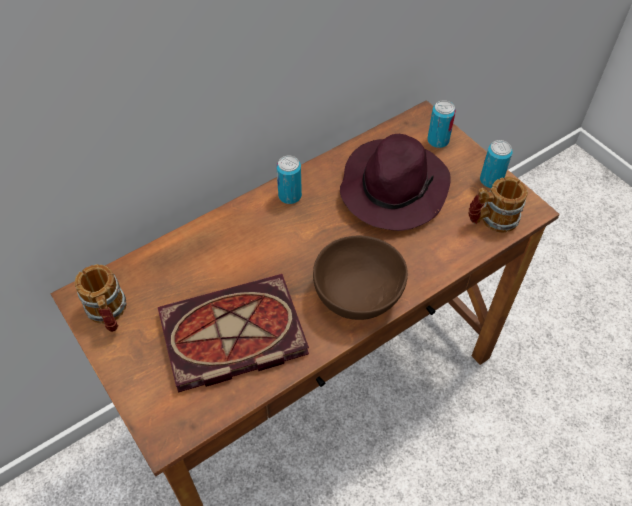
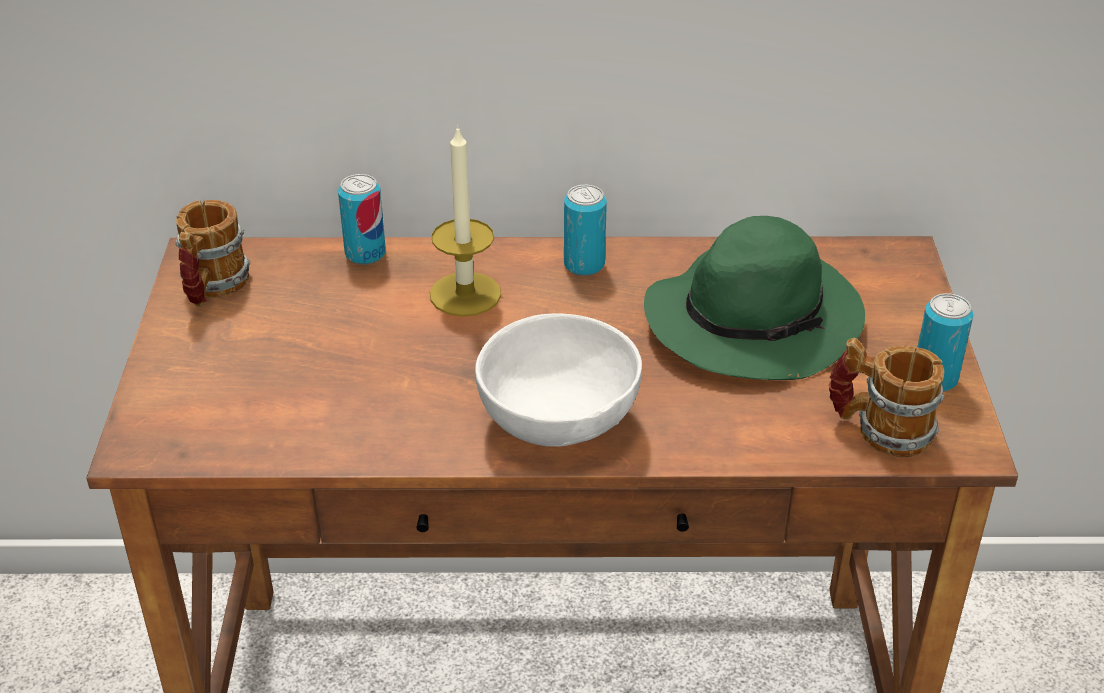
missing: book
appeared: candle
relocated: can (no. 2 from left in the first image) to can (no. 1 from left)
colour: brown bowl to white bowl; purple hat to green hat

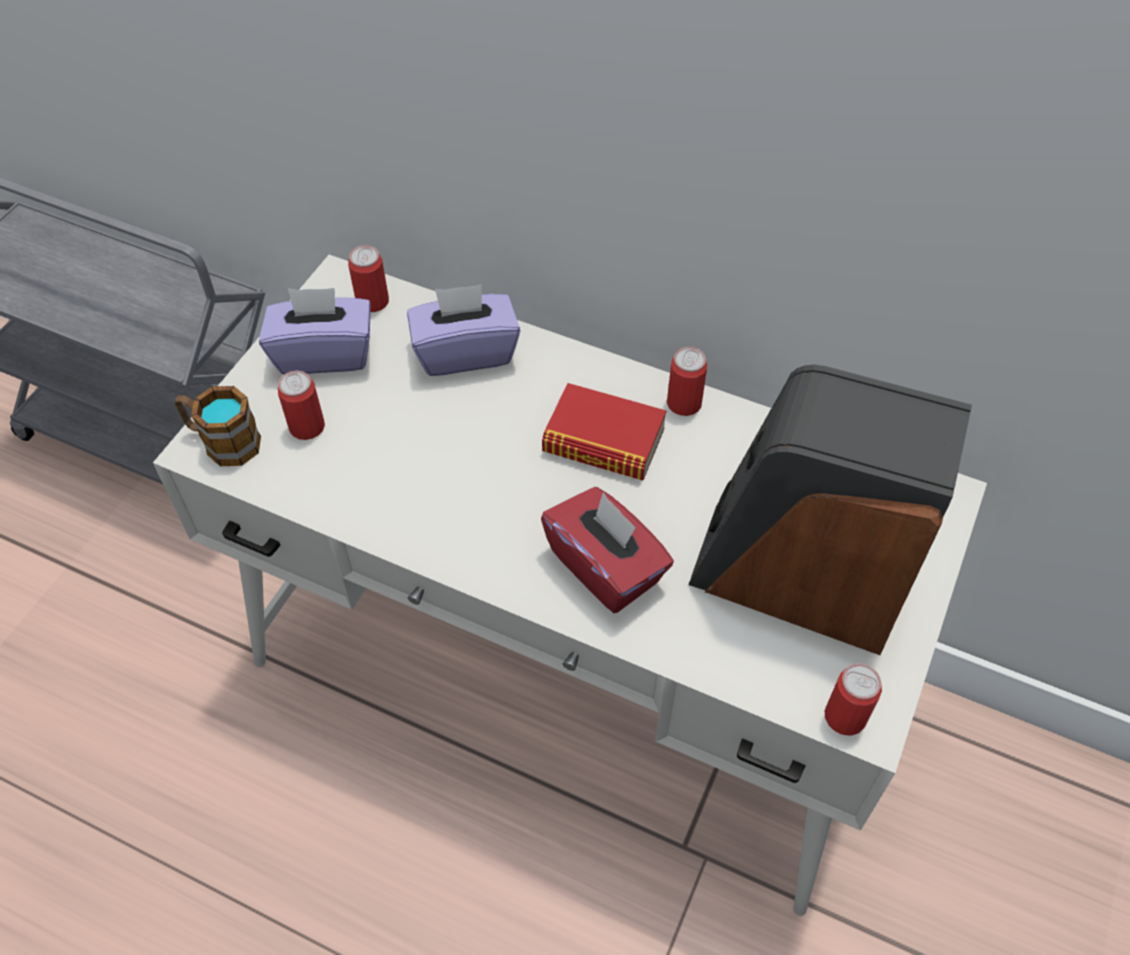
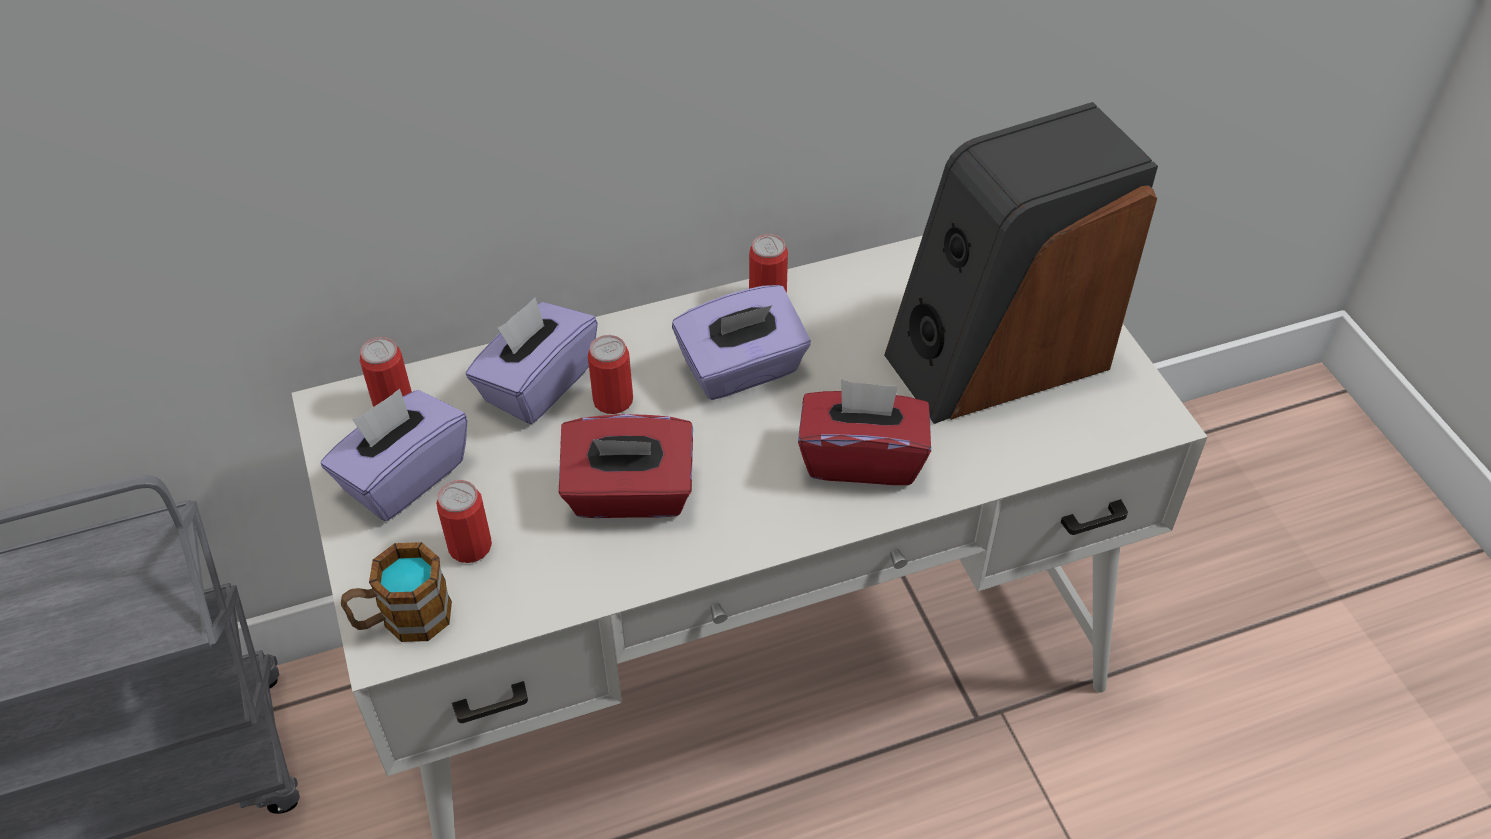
appeared: red tissue box (no. 1 from left)
relocated: can (no. 4 from left in the first image) to can (no. 3 from left)
exchanged: book to purple tissue box (no. 3 from left)

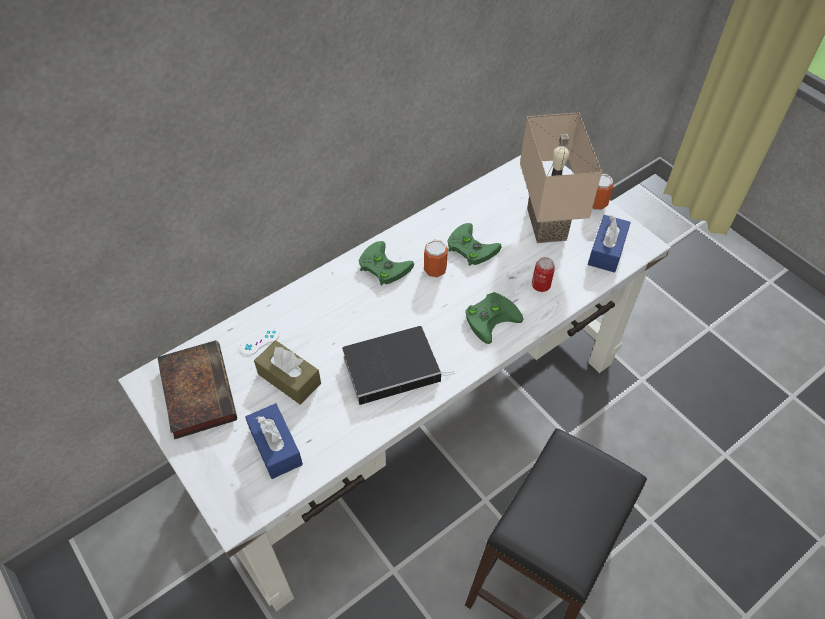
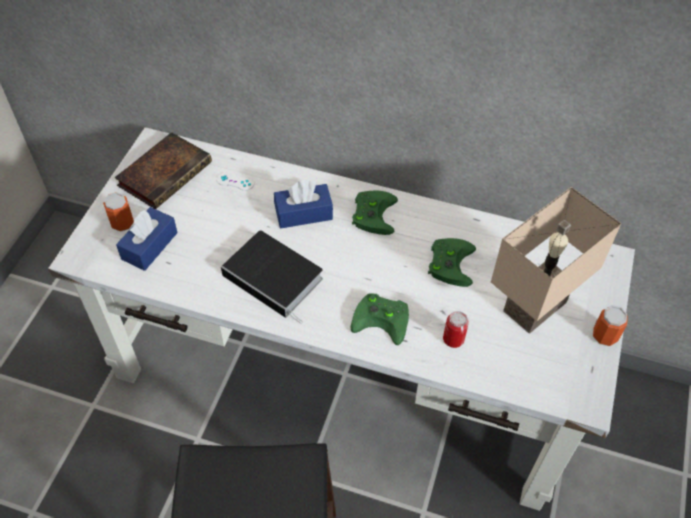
missing: brown tissue box
relocated: can (no. 1 from left); blue tissue box (no. 2 from left)

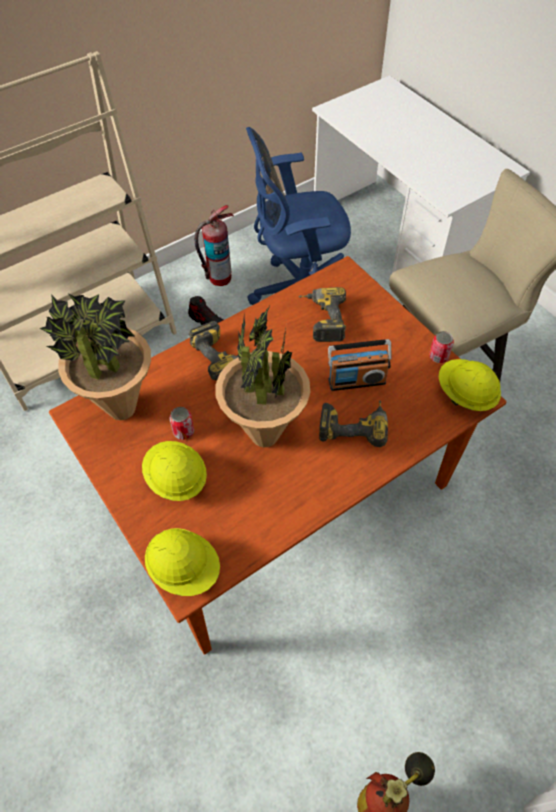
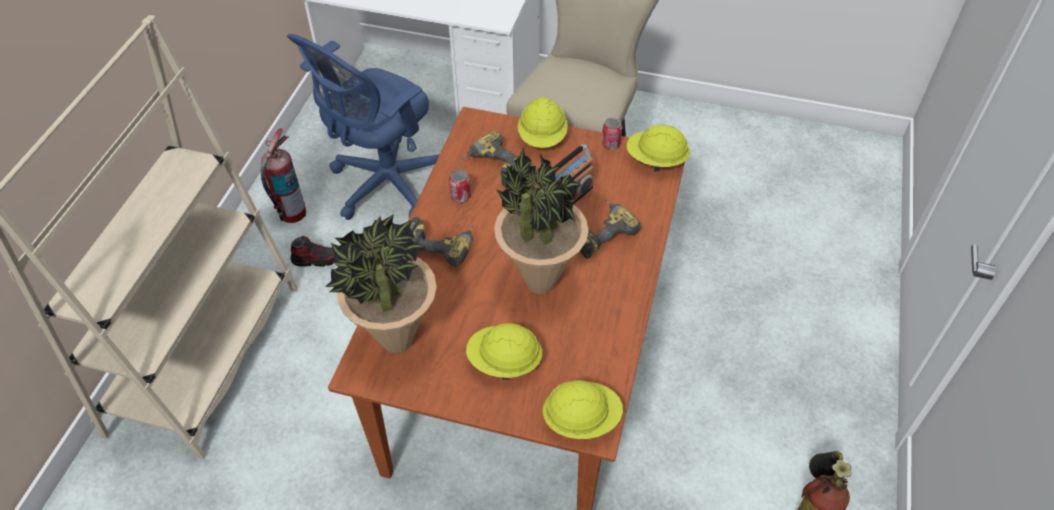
appeared: yellow hard hat (no. 2 from left)
relocated: can (no. 1 from left)

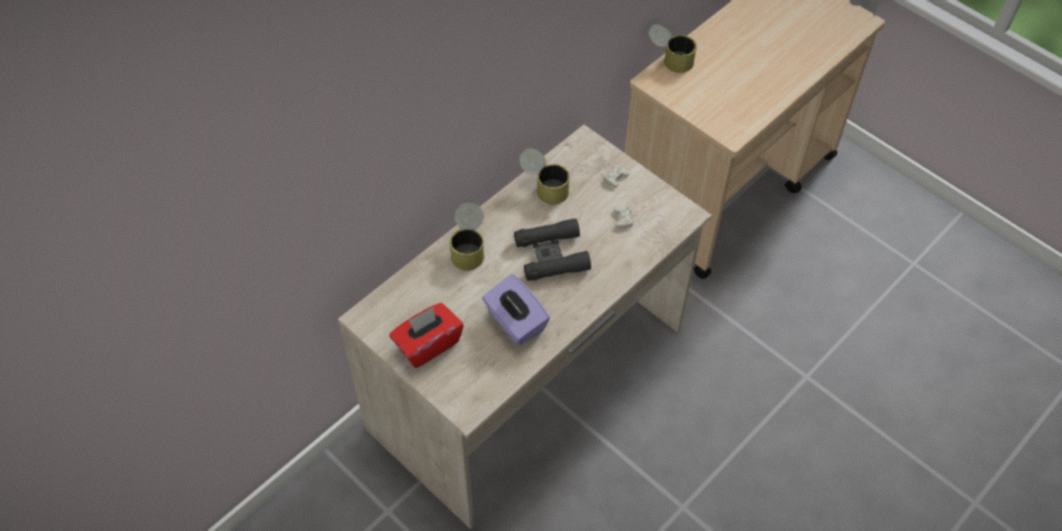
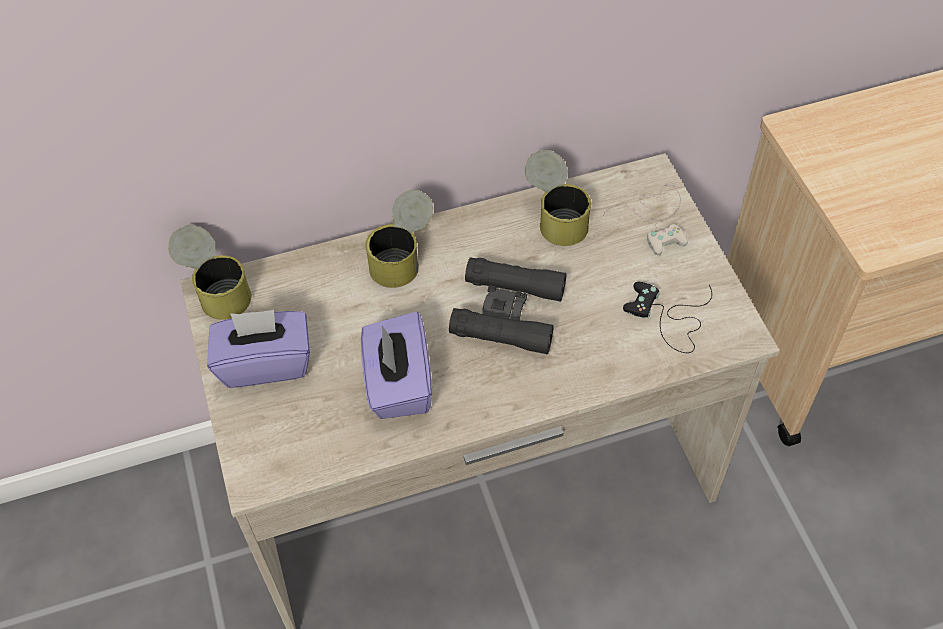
relocated: can (no. 3 from left in the first image) to can (no. 1 from left)
colour: red tissue box to purple tissue box (no. 1 from left); white game controller (no. 2 from left) to black game controller

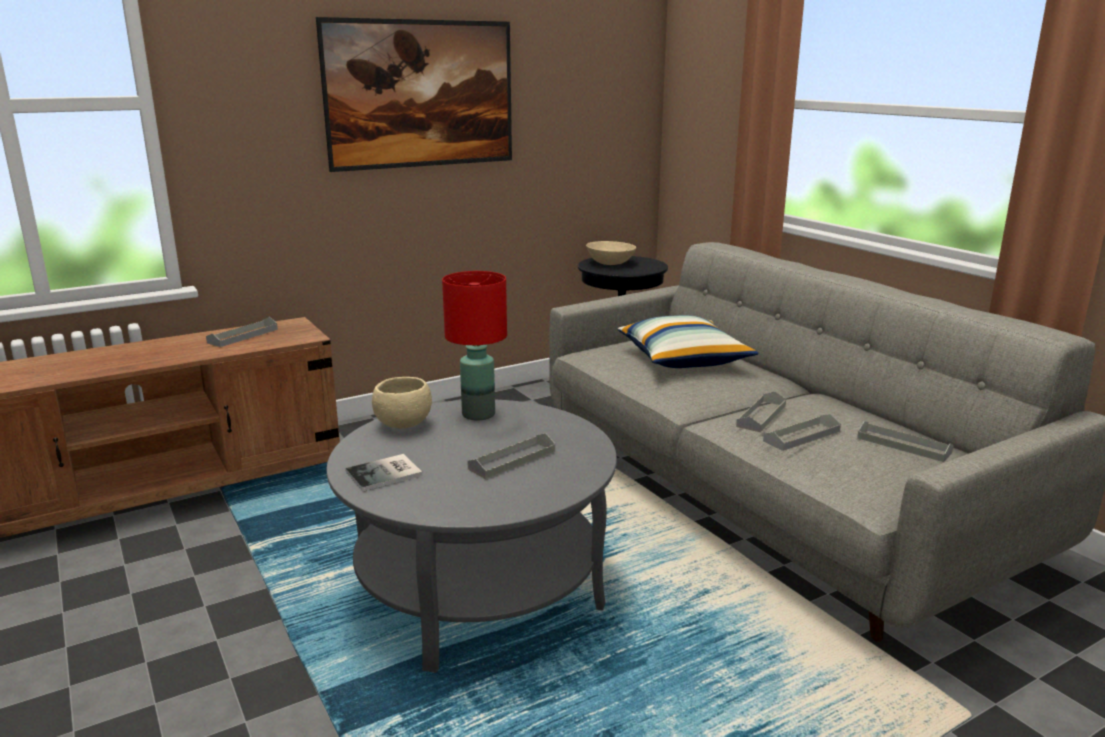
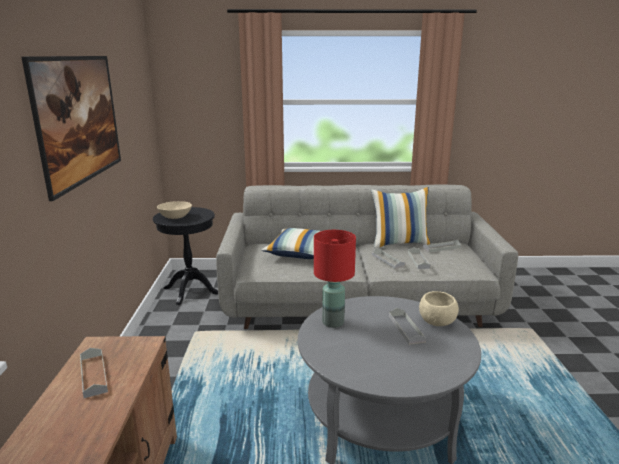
missing: book
appeared: pillow (no. 2 from left)
relocated: beige bowl (no. 1 from left in the first image) to beige bowl (no. 2 from left)

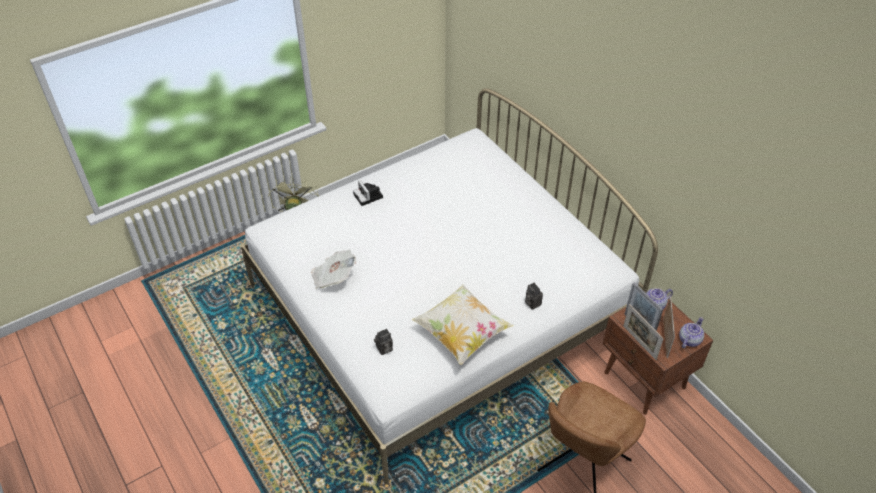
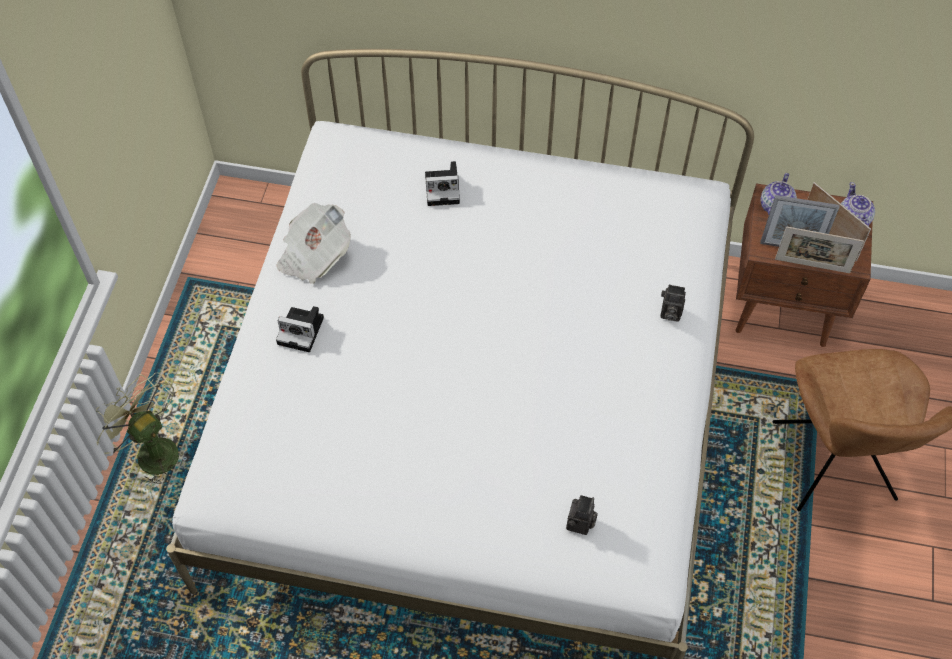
missing: pillow
appeared: photo camera (no. 2 from left)
relocated: newspaper

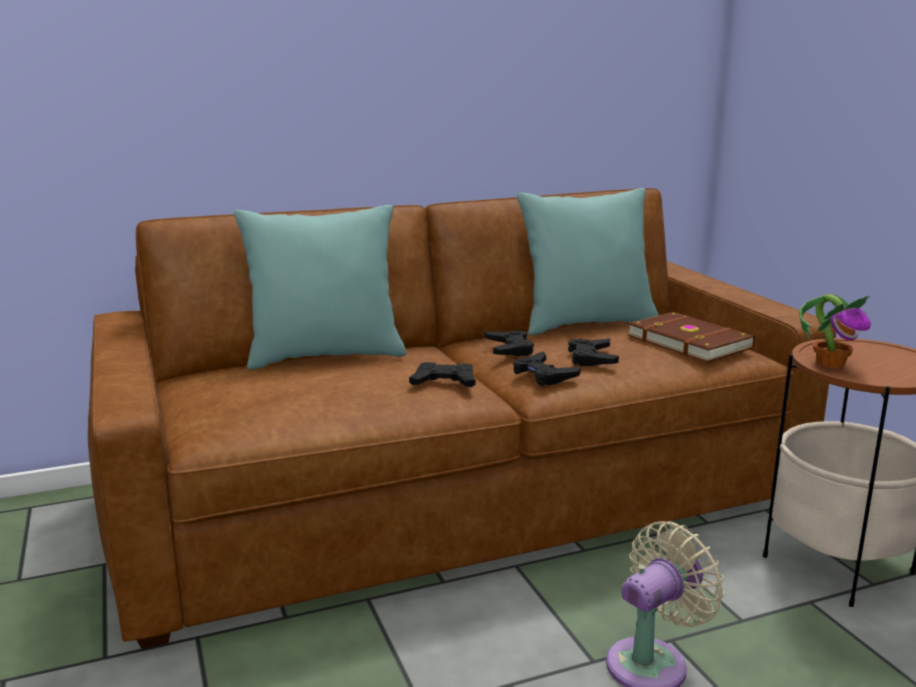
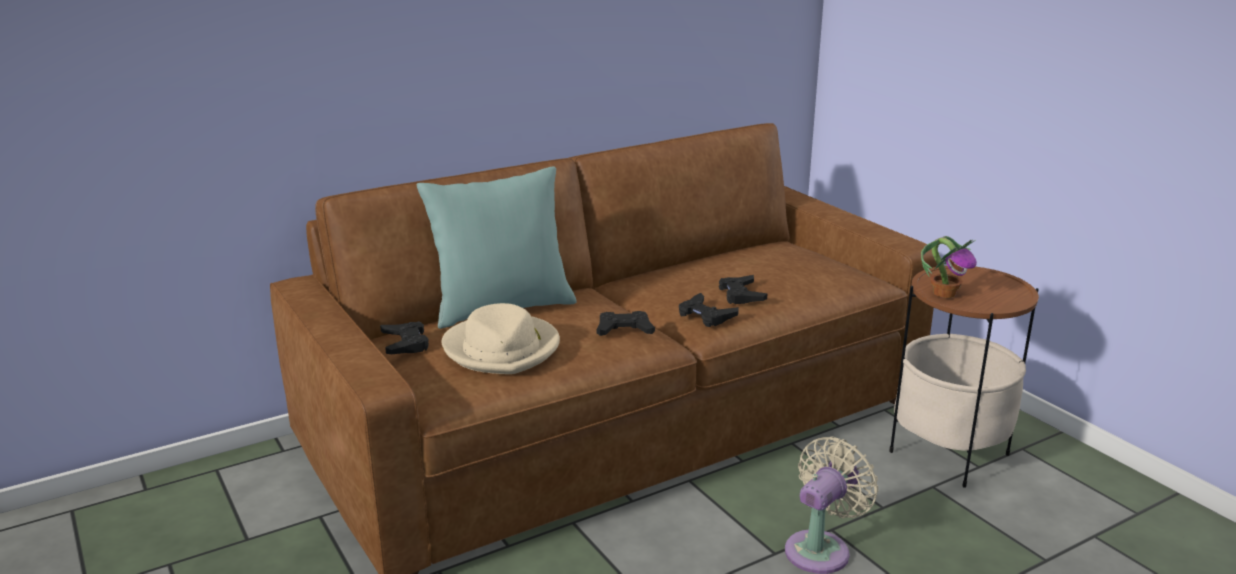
missing: turquoise pillow (no. 2 from left); brown book
appeared: beige hat
relocated: black game controller (no. 2 from left in the first image) to black game controller (no. 1 from left)

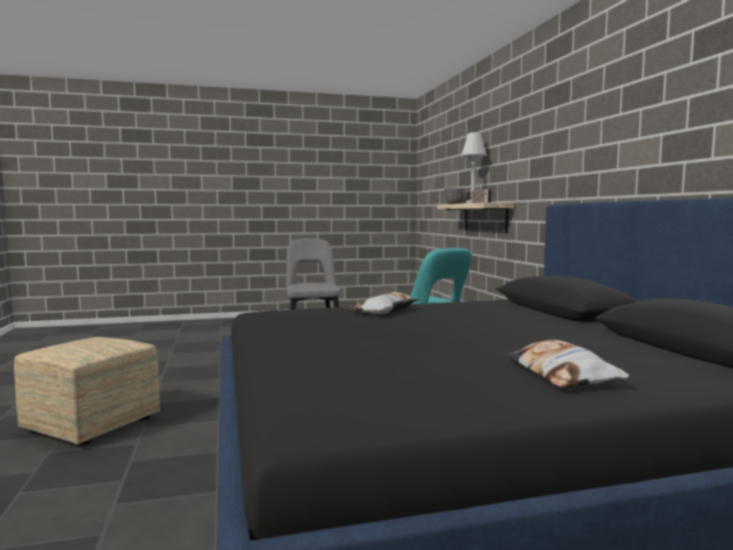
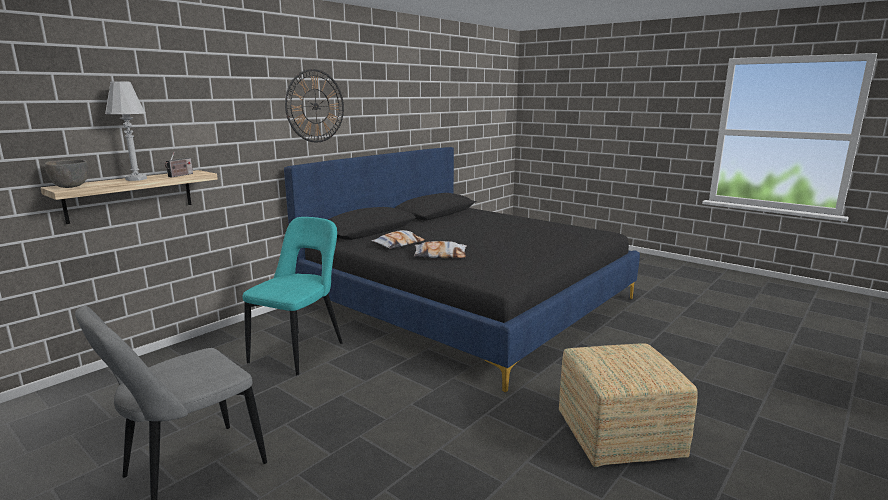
appeared: wall clock
relocated: pillow (no. 2 from left in the first image) to pillow (no. 1 from left)

